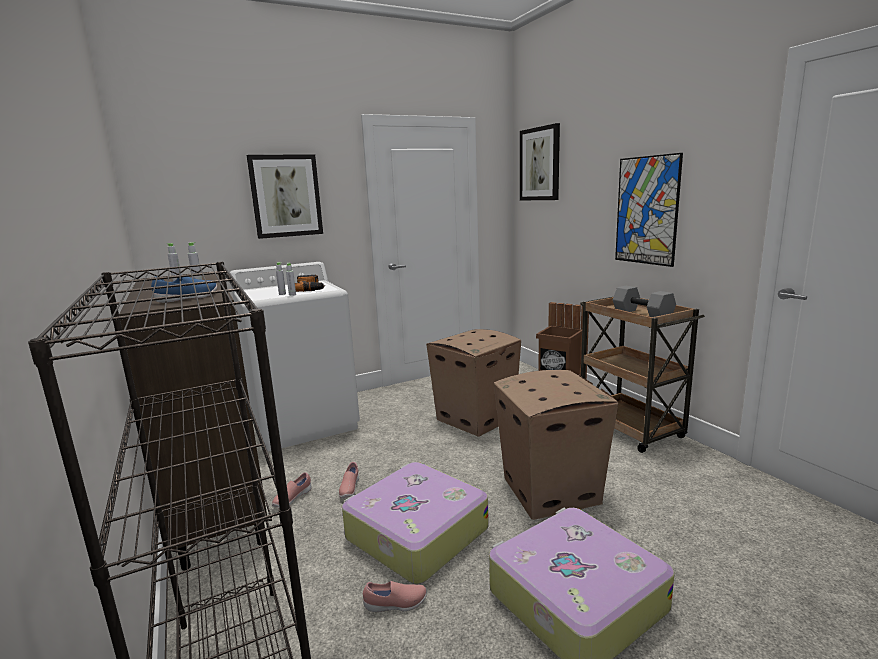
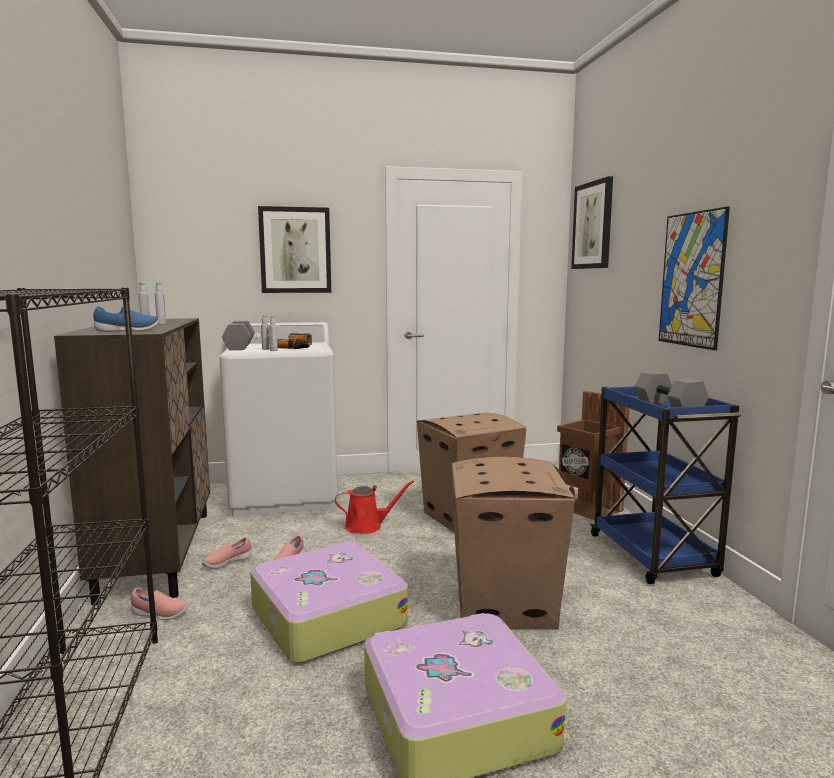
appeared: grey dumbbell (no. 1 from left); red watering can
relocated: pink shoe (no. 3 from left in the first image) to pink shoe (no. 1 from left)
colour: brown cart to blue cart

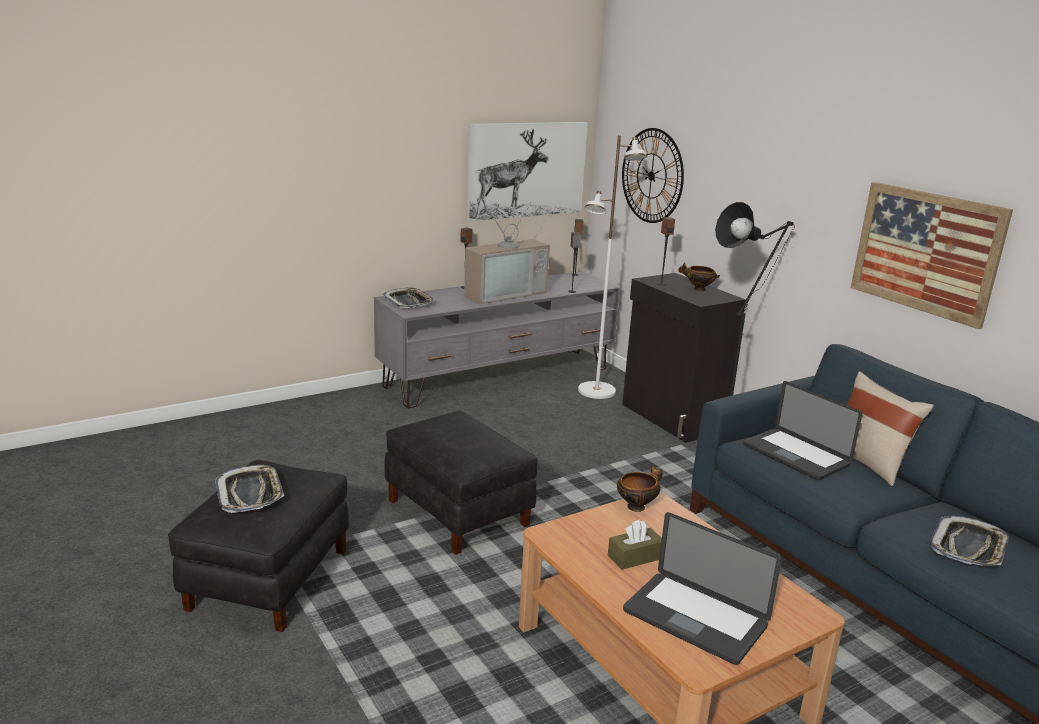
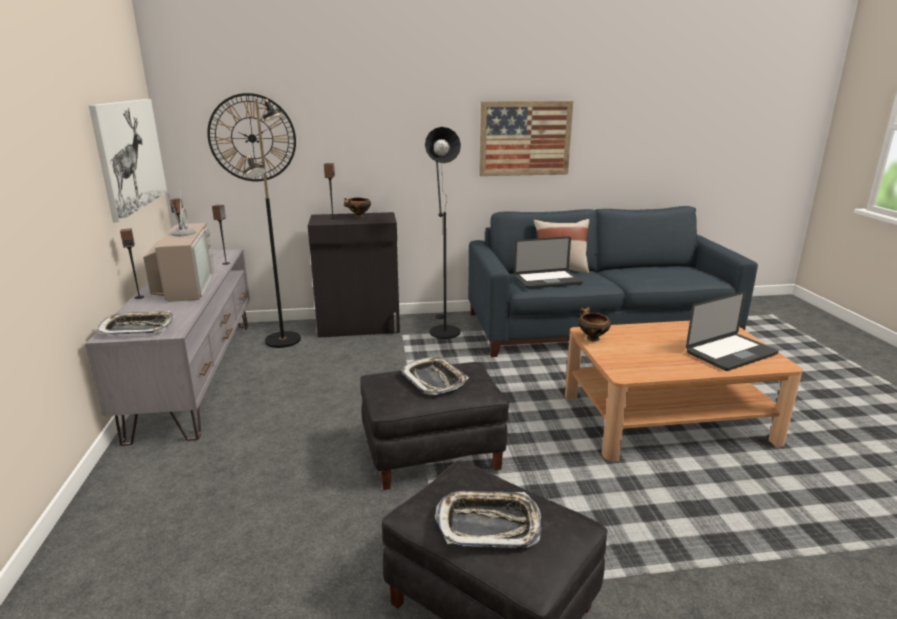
missing: brown tissue box
relocated: tray (no. 3 from left in the first image) to tray (no. 2 from left)
colour: white floor lamp to black floor lamp (no. 1 from left)

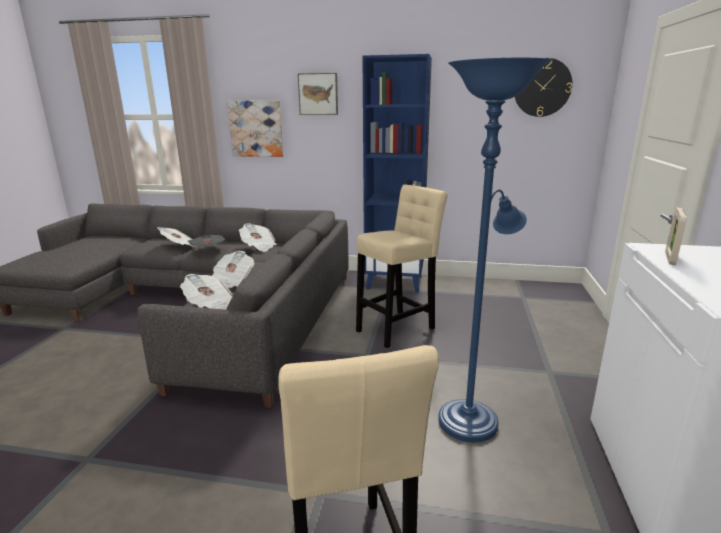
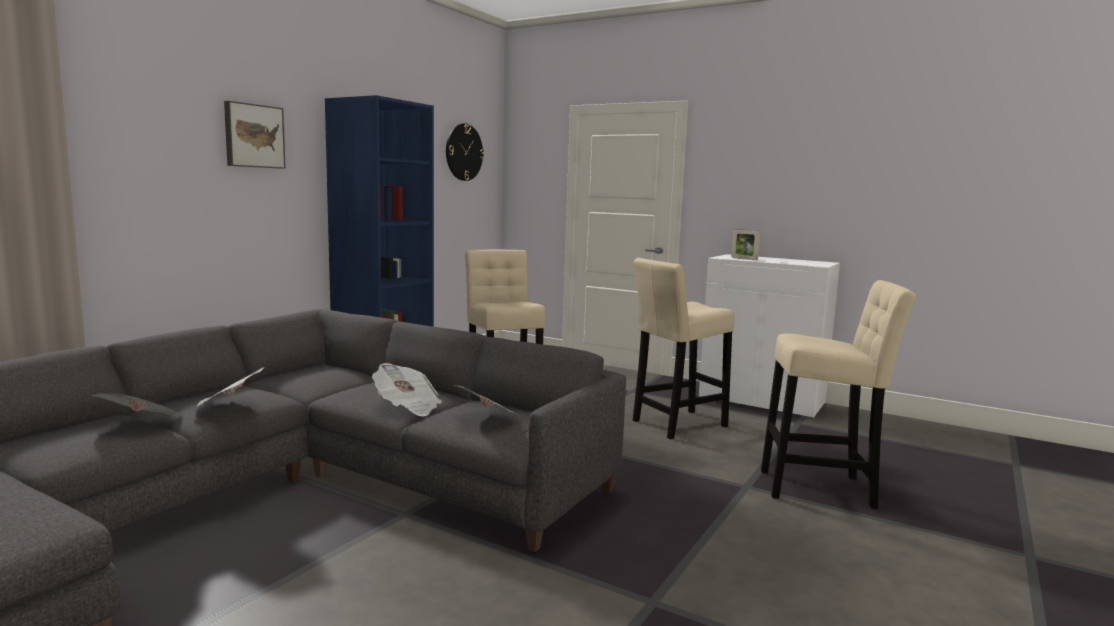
missing: picture (no. 1 from left); newspaper (no. 5 from left)
exchanged: blue floor lamp to beige stool (no. 2 from left)

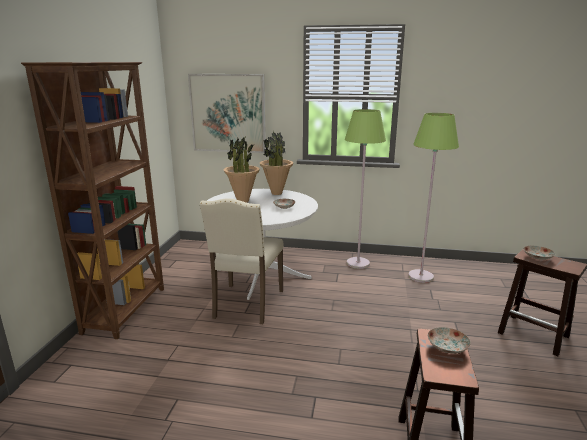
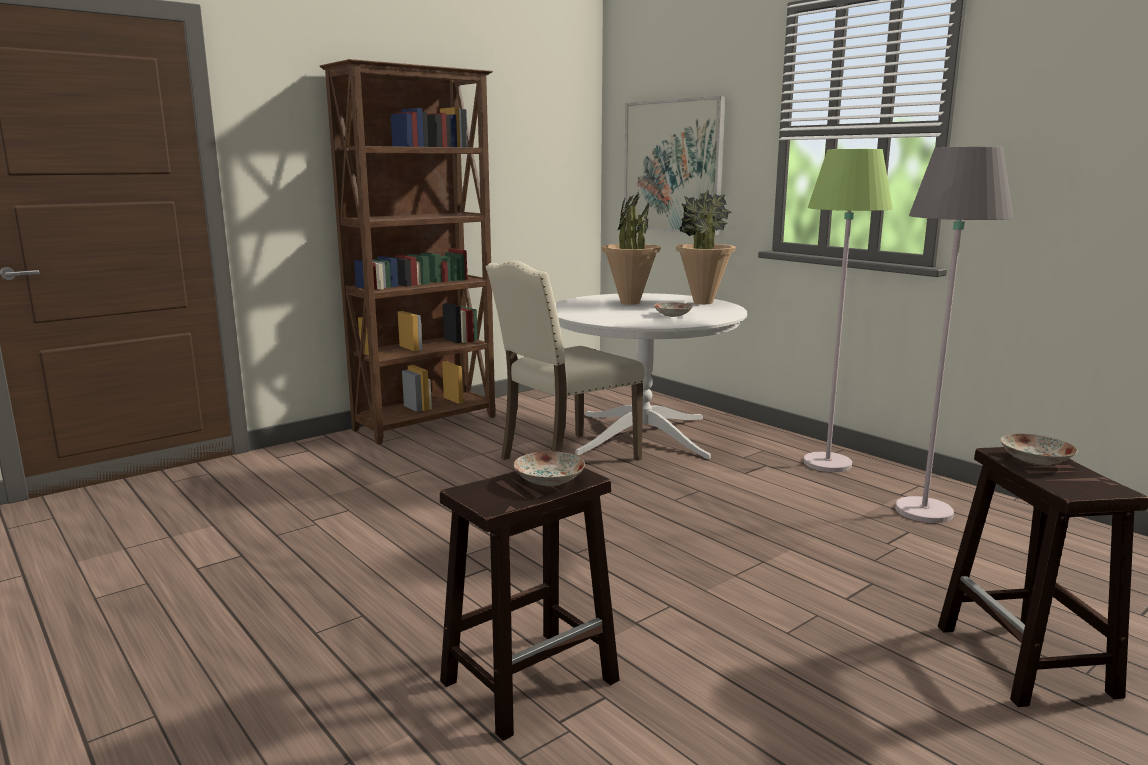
colour: green floor lamp (no. 2 from left) to grey floor lamp

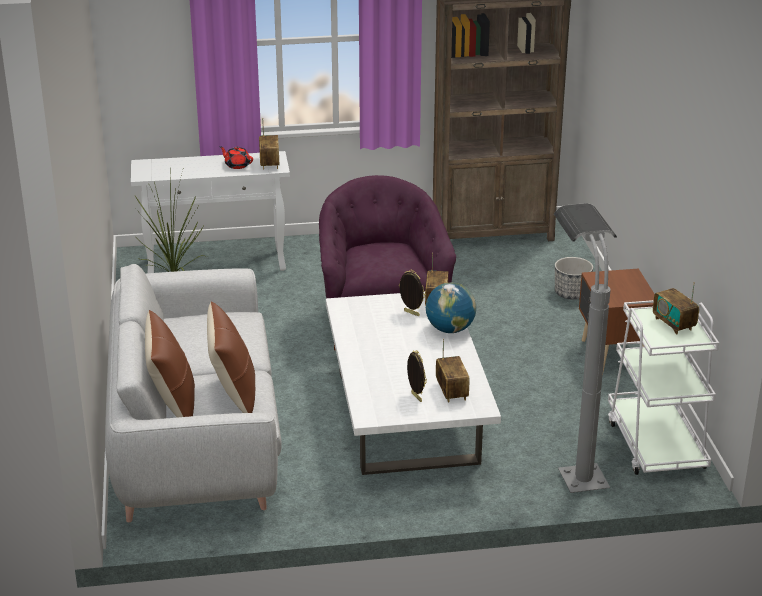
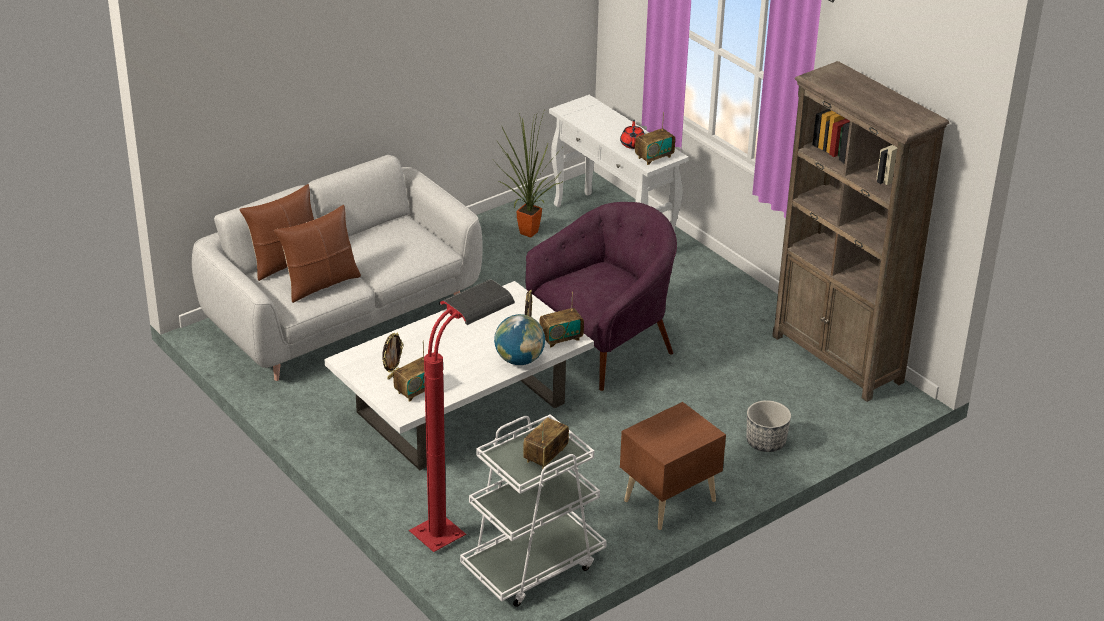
colour: grey floor lamp to red floor lamp

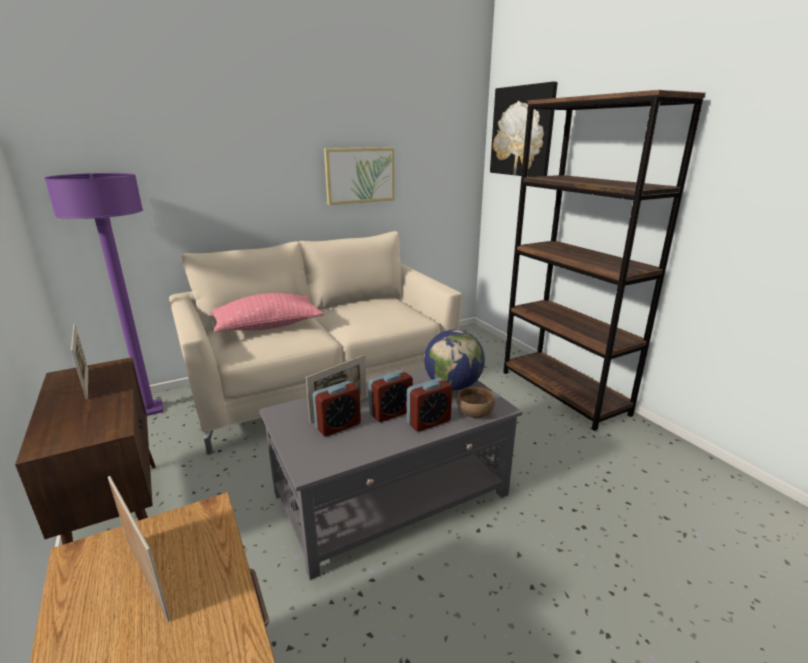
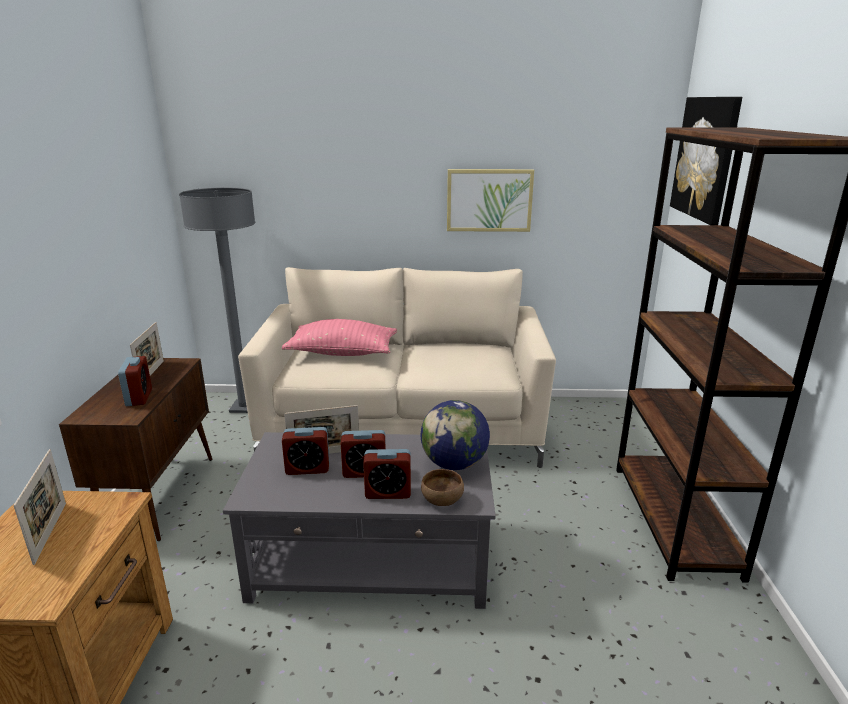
appeared: alarm clock (no. 1 from left)
colour: purple floor lamp to grey floor lamp

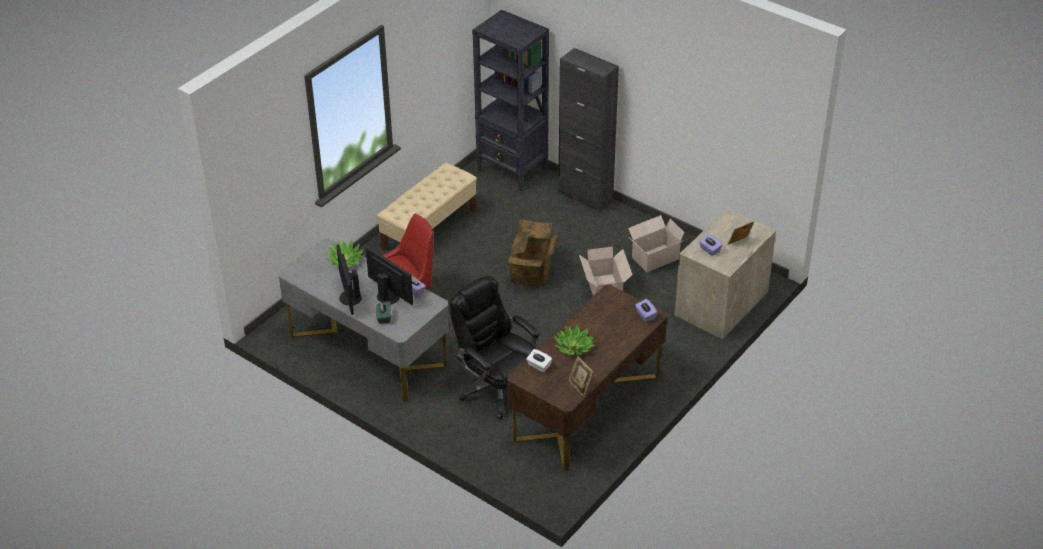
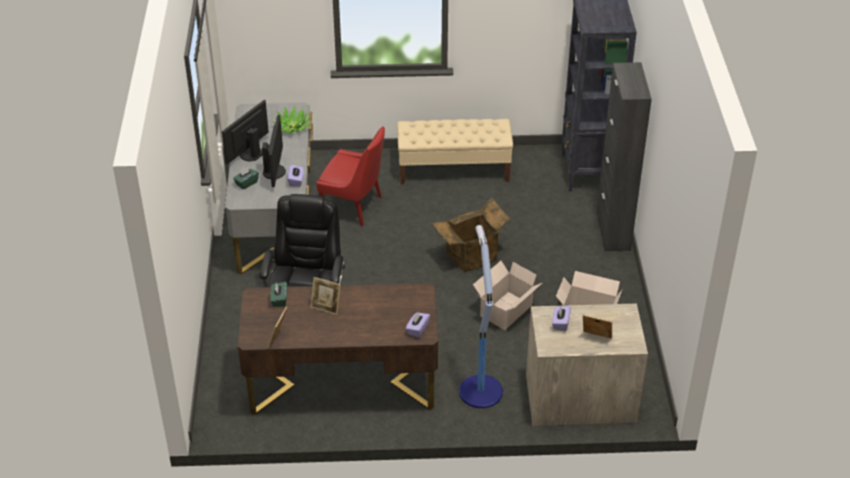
appeared: floor lamp
exchanged: potted plant (no. 2 from left) to picture frame (no. 2 from left)
colour: white tissue box to green tissue box (no. 2 from left)

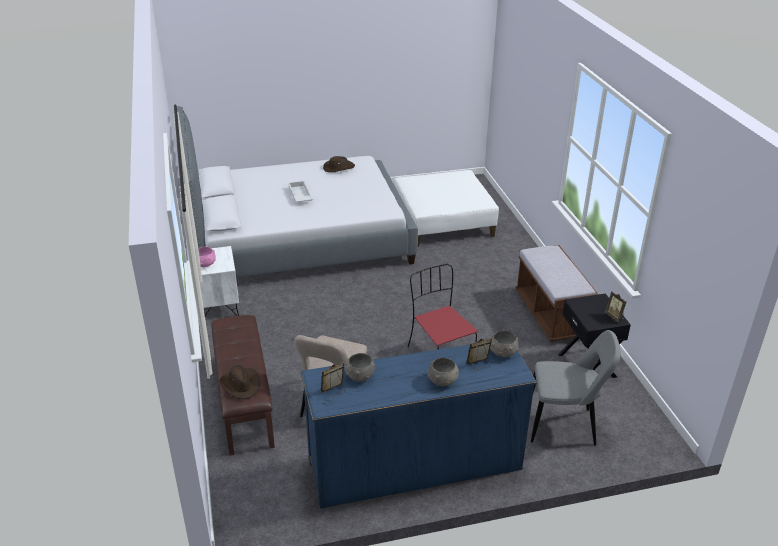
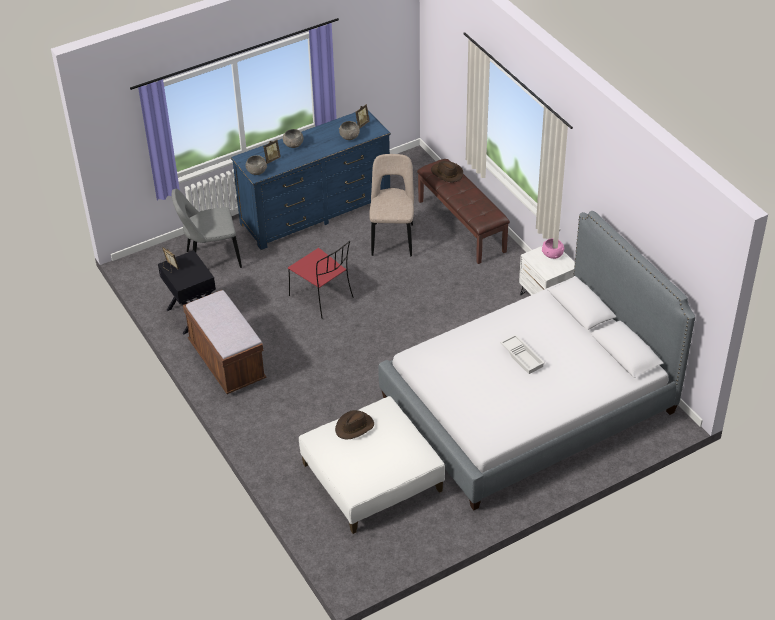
relocated: brown hat (no. 2 from left in the first image) to brown hat (no. 1 from left)

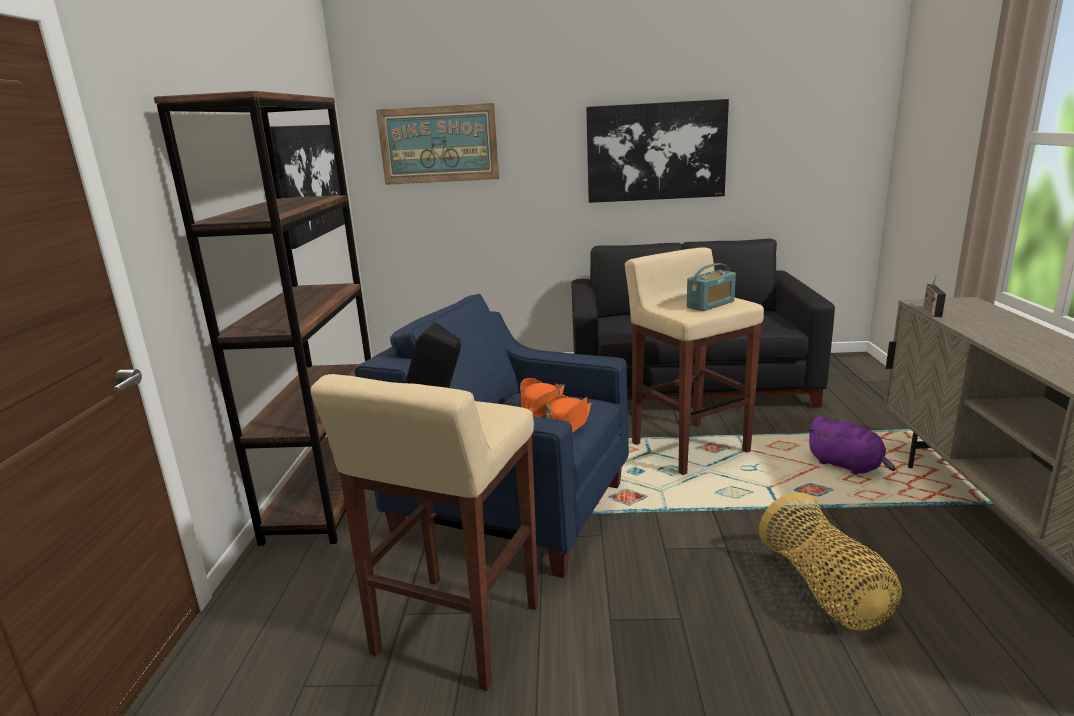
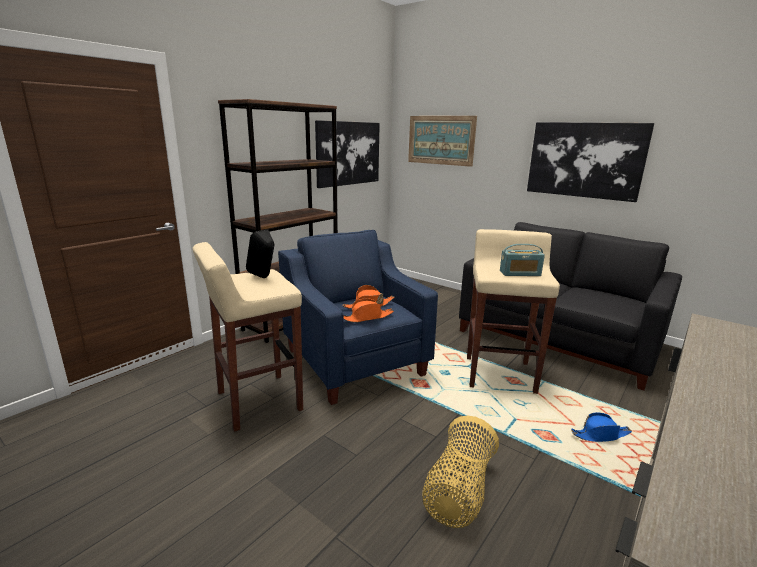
missing: radio (no. 2 from left)
exchanged: purple plush toy to blue hat

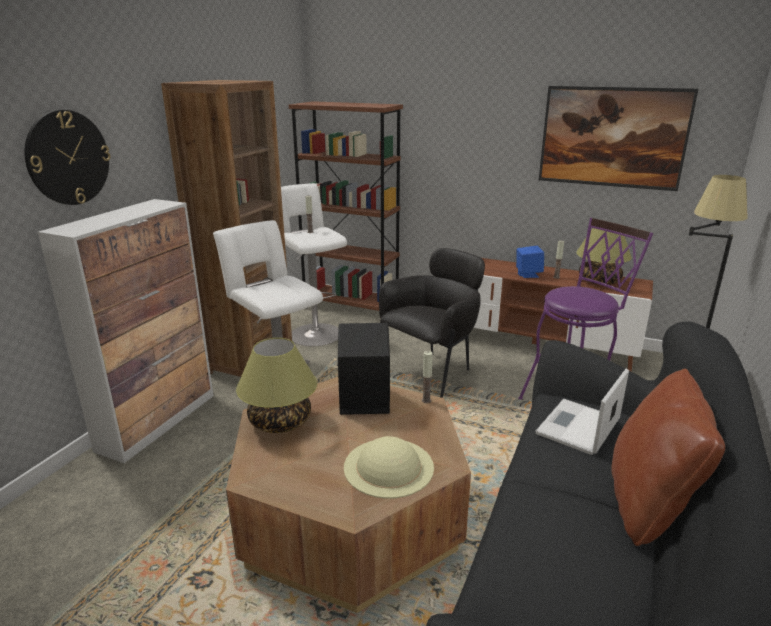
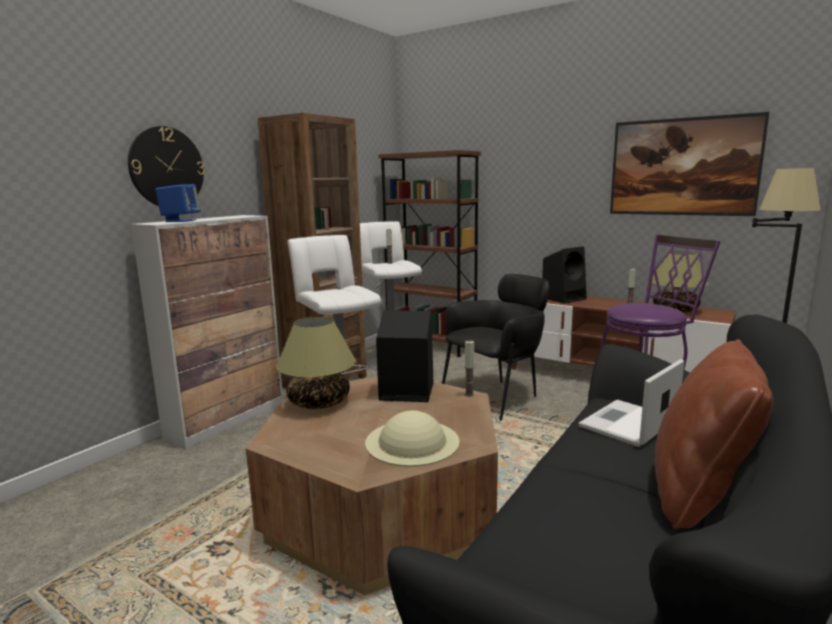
appeared: black speaker (no. 2 from left)
relocated: blue speaker

